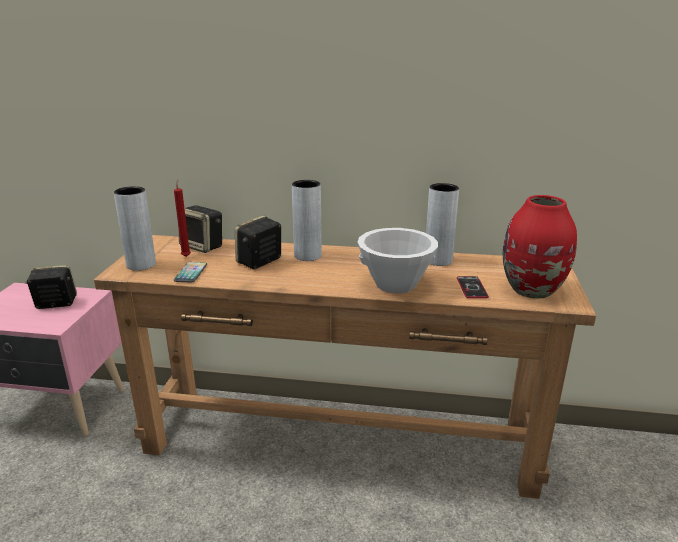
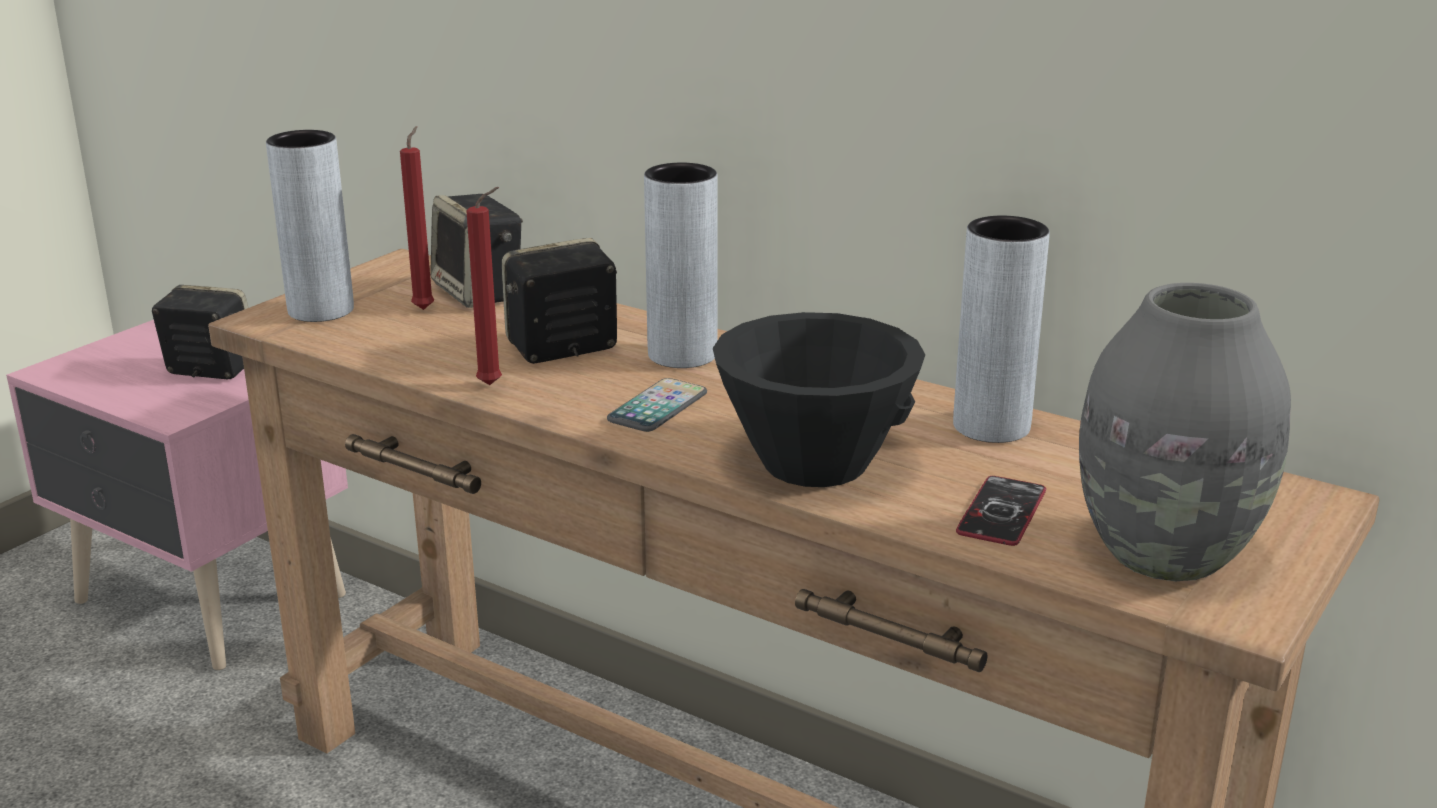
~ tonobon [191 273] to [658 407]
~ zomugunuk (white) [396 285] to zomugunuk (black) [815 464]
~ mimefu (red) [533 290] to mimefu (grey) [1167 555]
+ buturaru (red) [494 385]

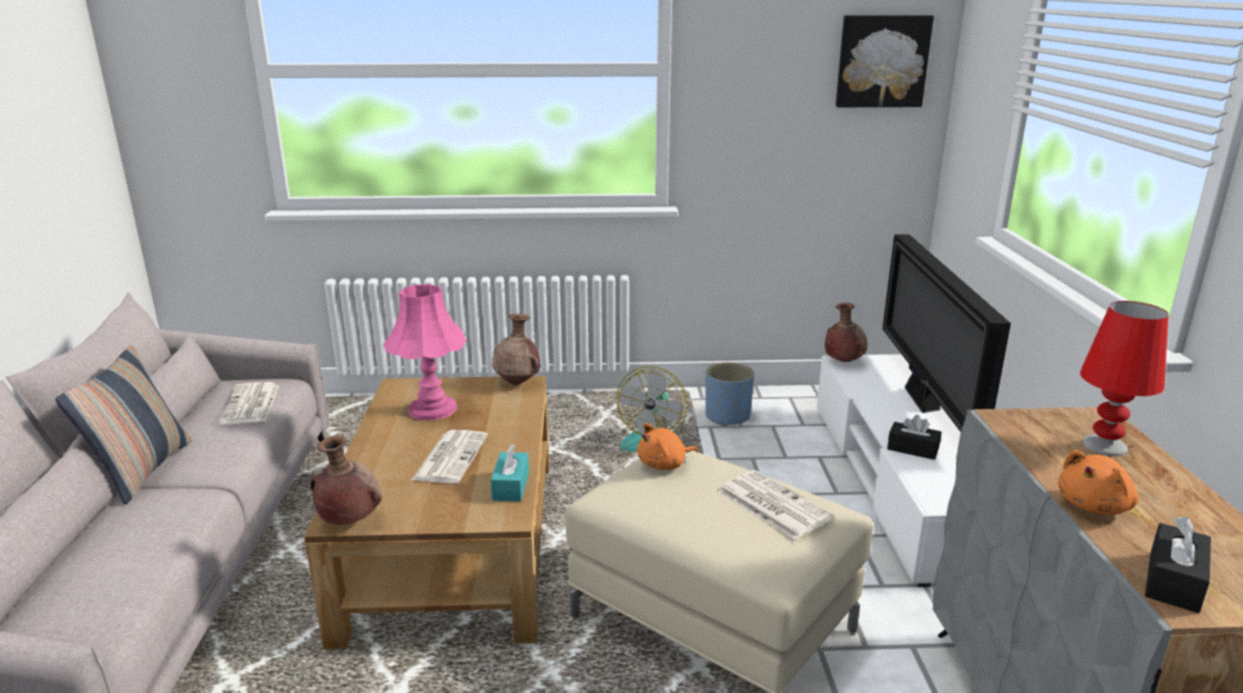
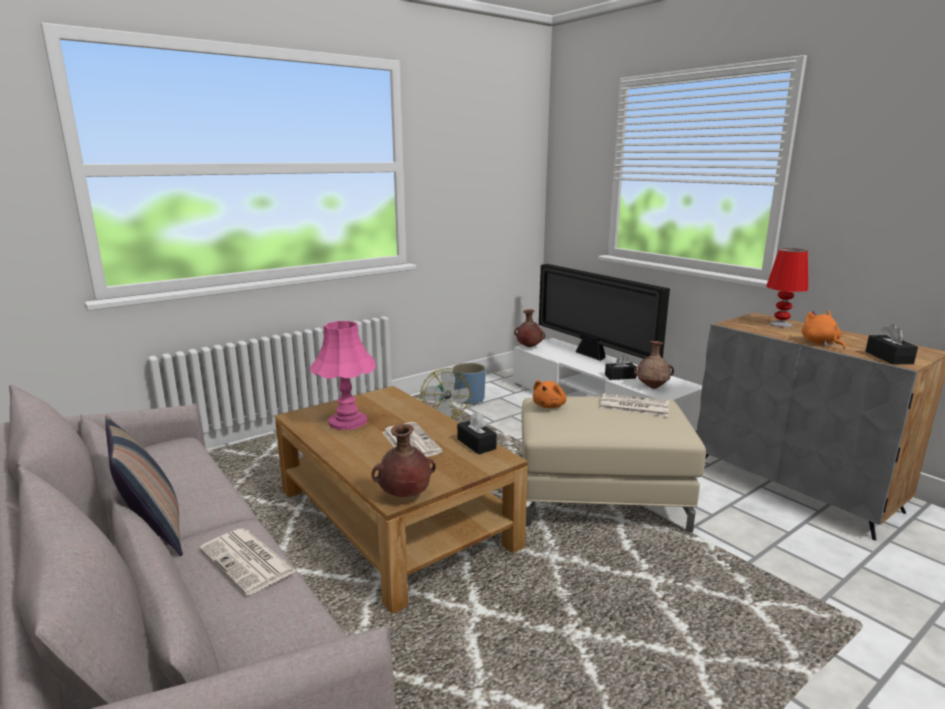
~ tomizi [251 405] to [248 561]
~ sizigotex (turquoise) [511 486] to sizigotex (black) [476 444]
~ mimefu (brown) [518 382] to [652 387]
- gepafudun [882 61]
~ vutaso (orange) [1094 506] = [820 343] 150 degrees clockwise

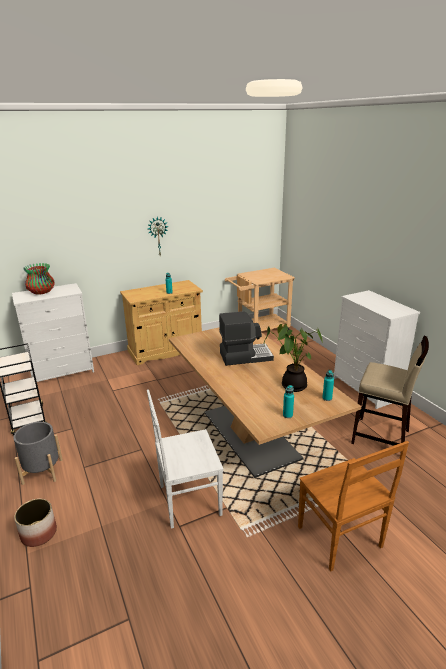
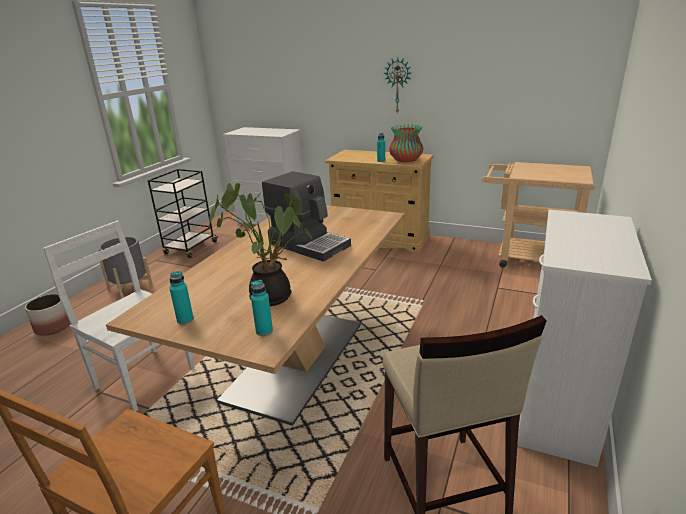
~ mimefu [42 292] to [406 160]

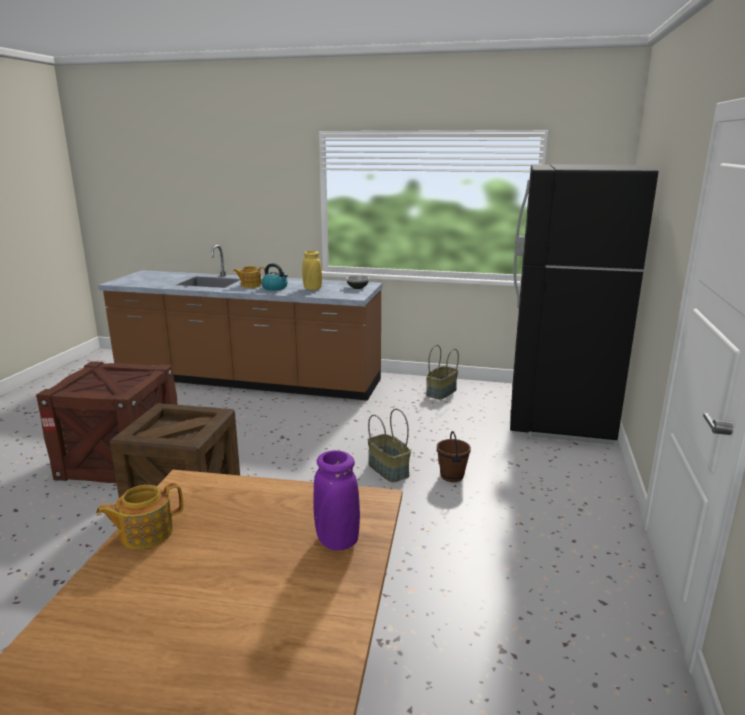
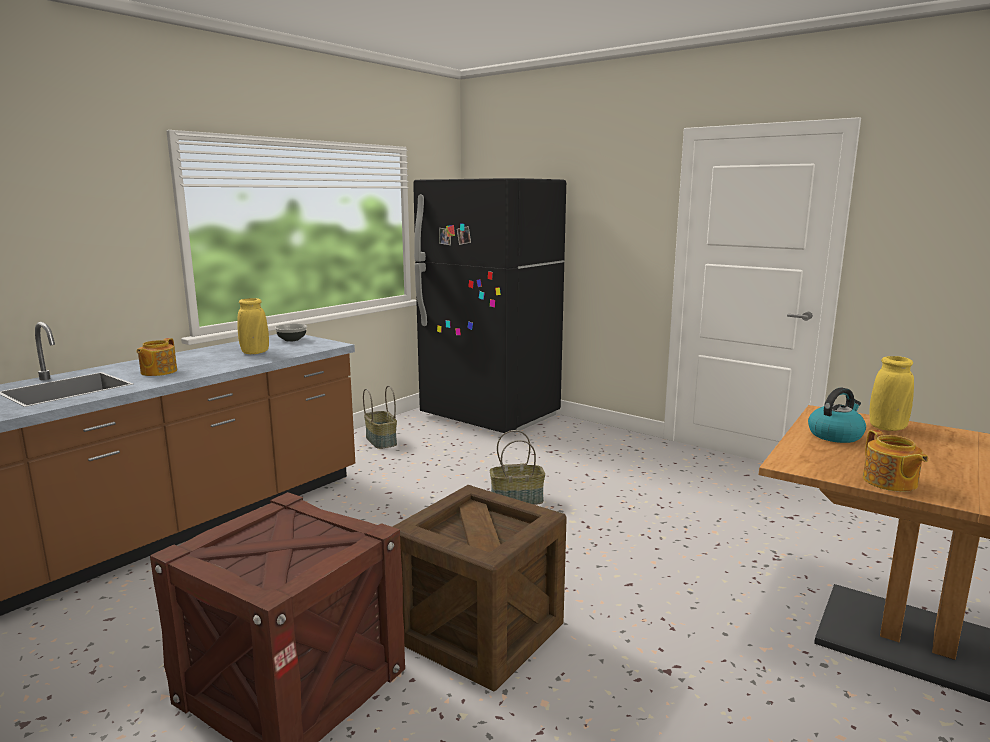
~ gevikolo [275 288] to [835 435]
~ mimefu (purple) [337 541] to mimefu (yellow) [887 428]
- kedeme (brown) [452 476]

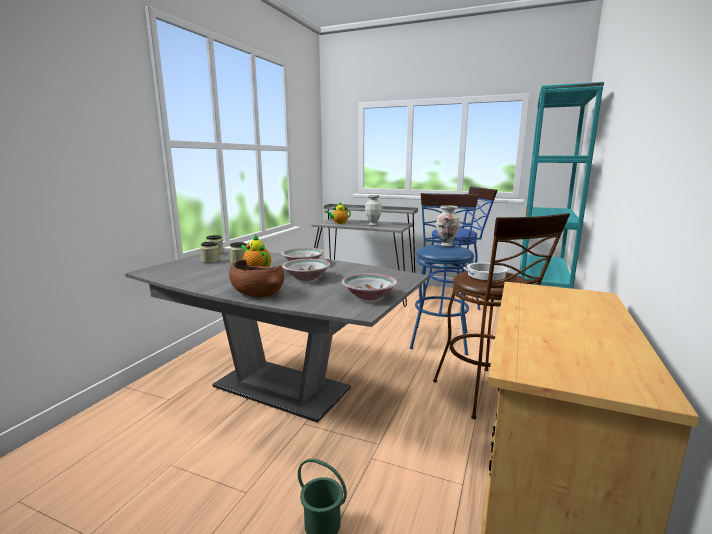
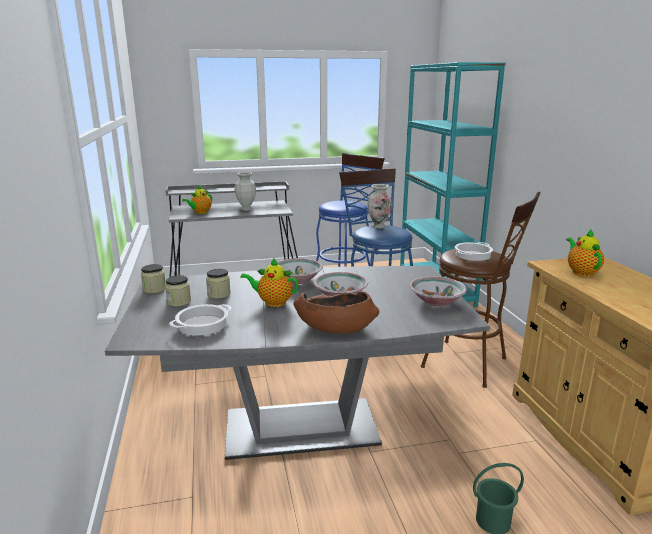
+ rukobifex [202 324]
+ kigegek [581 272]

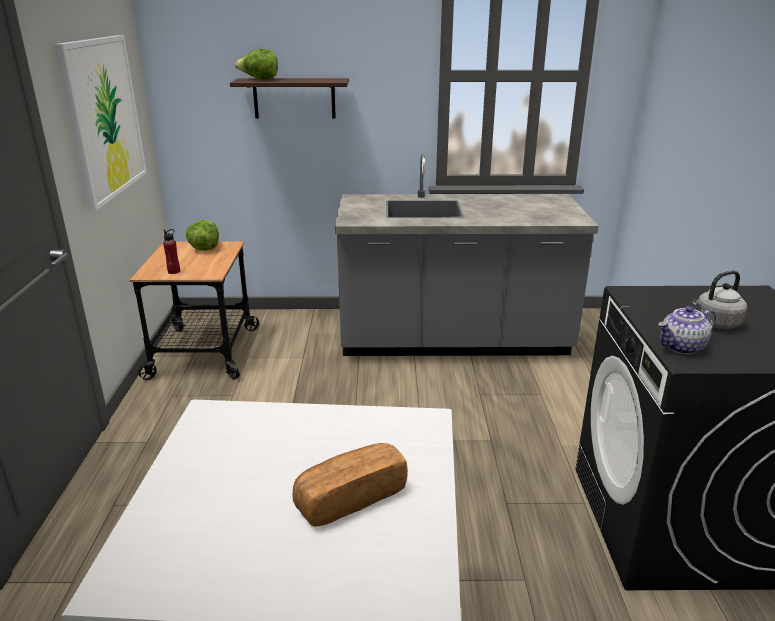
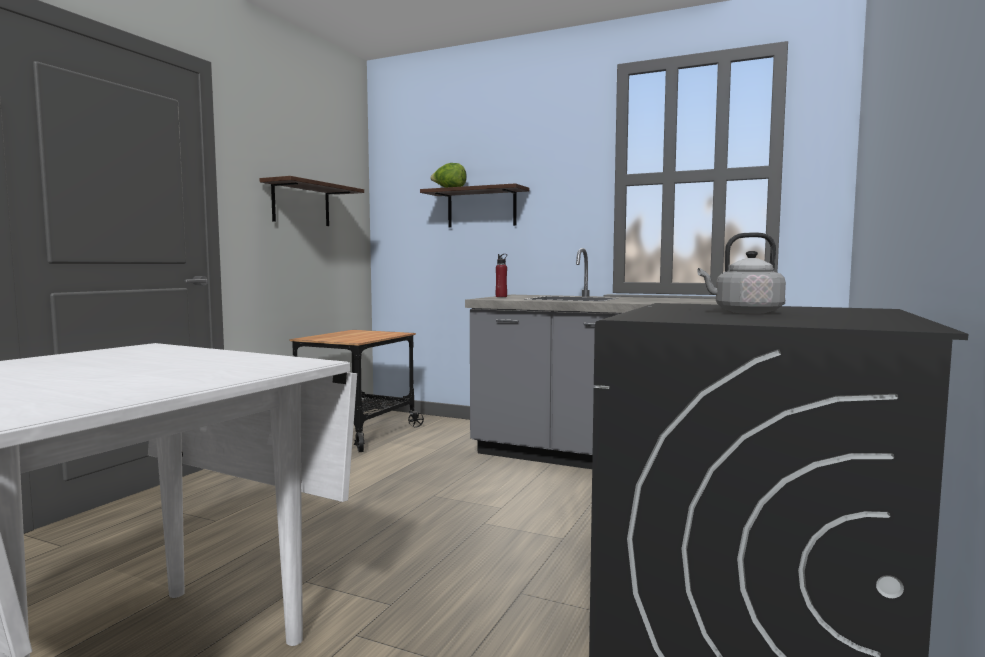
~ gepafudun [103 118] to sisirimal [301 204]
~ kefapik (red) [174 271] to [501 296]
- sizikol [204 249]
- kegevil [350 497]
- kigegek [682 347]

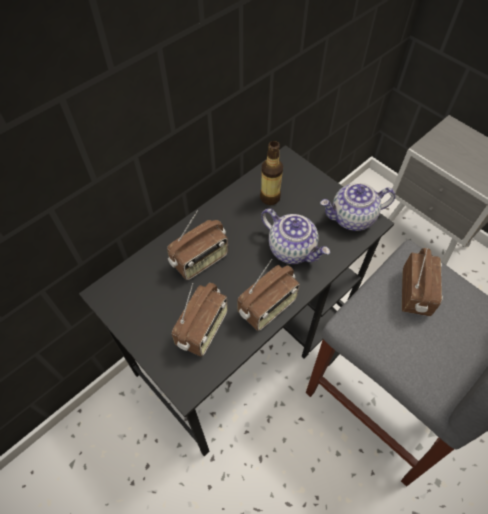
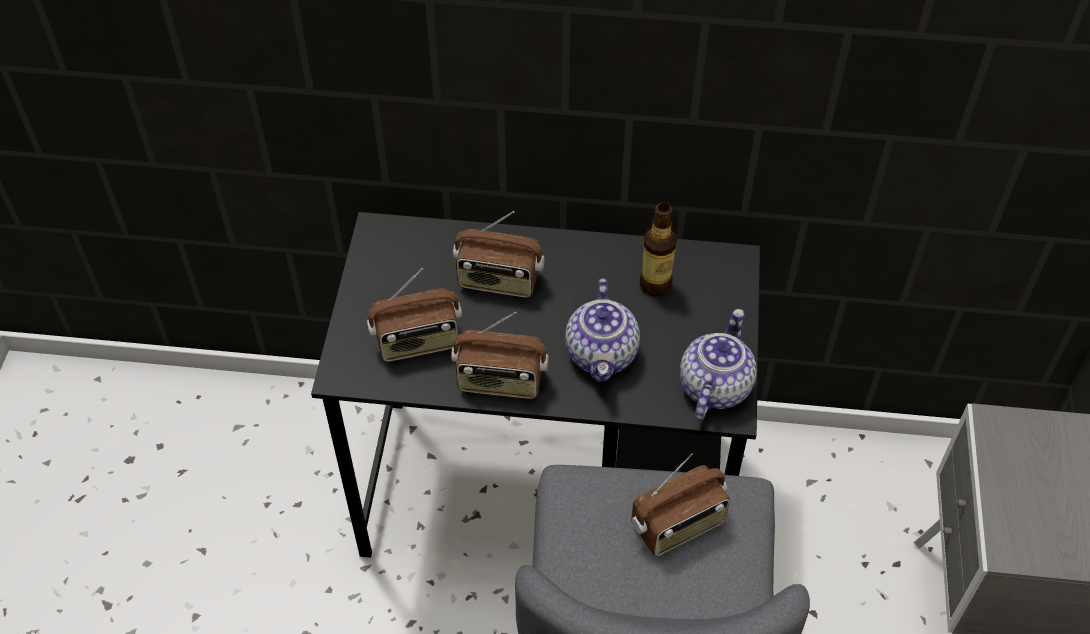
~ kigegek [352 218] = [714 386] 75 degrees clockwise

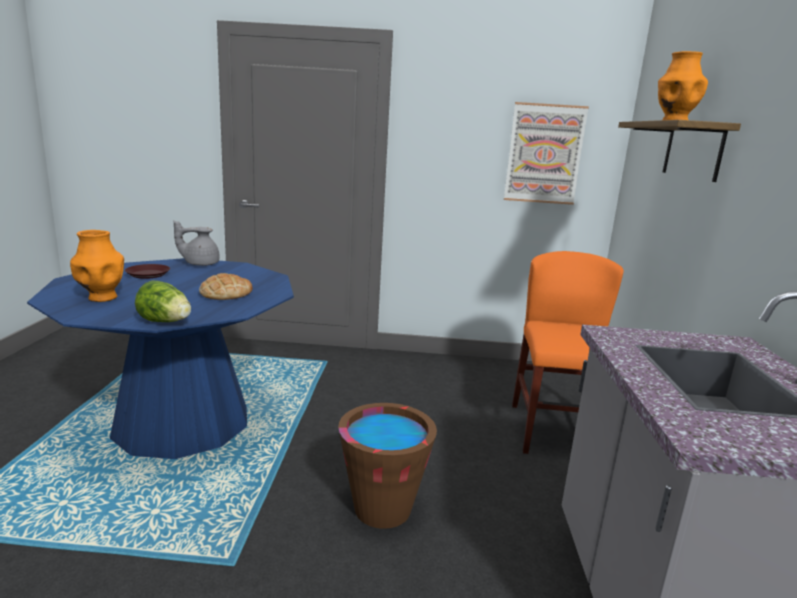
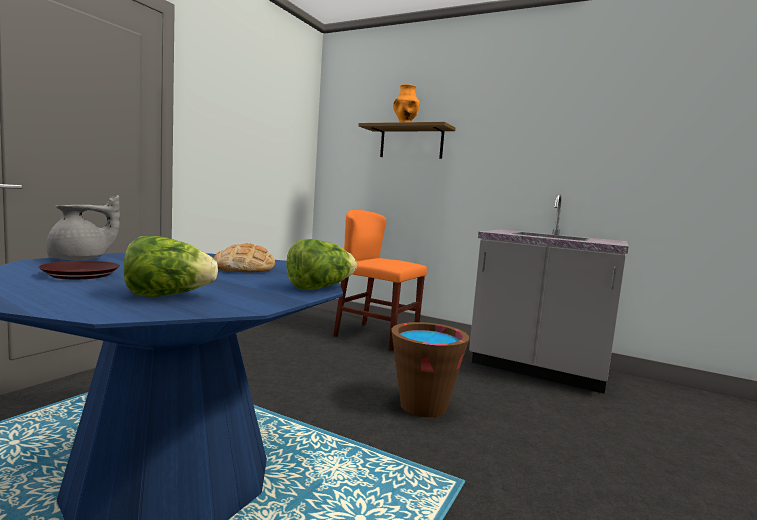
~ mimefu (orange) [102 298] to sizikol [168 296]
~ kigegek (grey) [200 263] = [80 259] 135 degrees counterclockwise
- gepafudun [544 154]

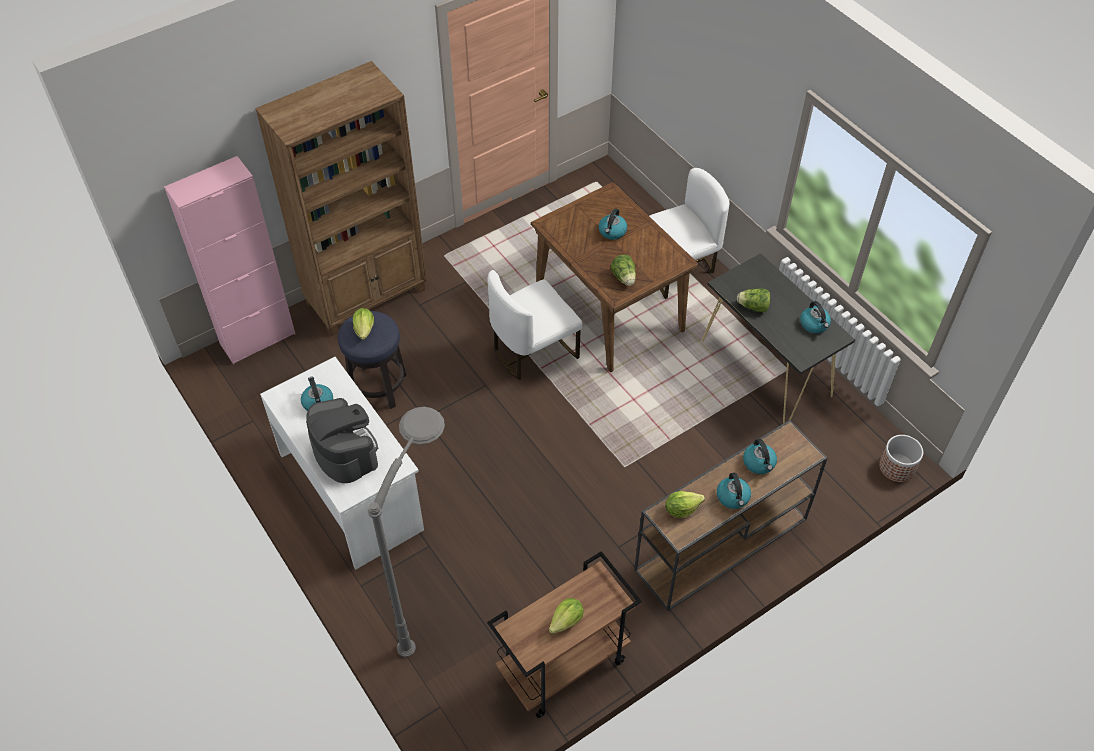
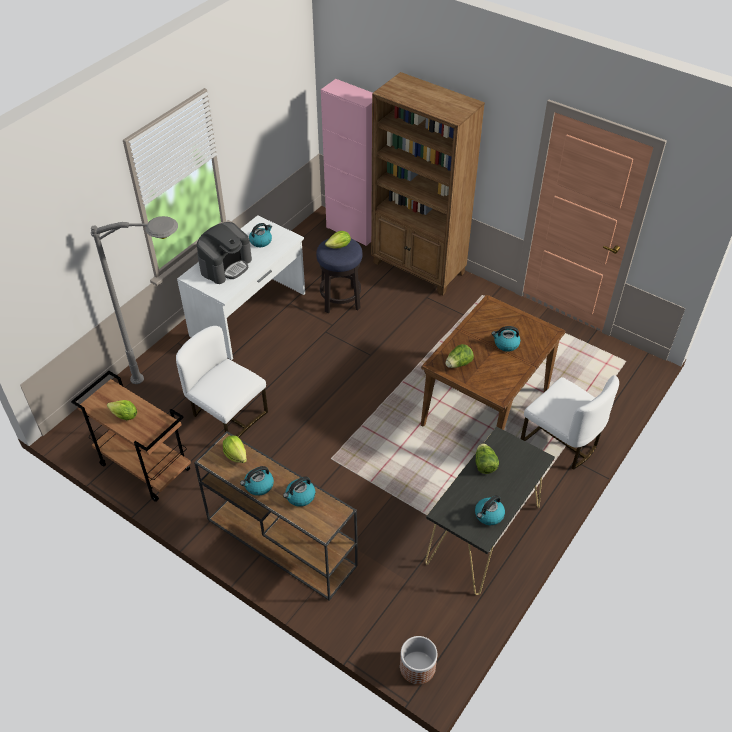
~ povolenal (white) [533 351] to [227 416]

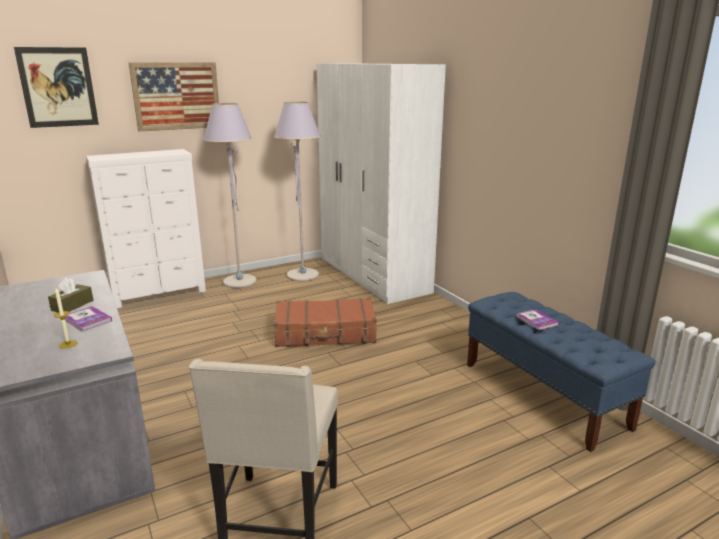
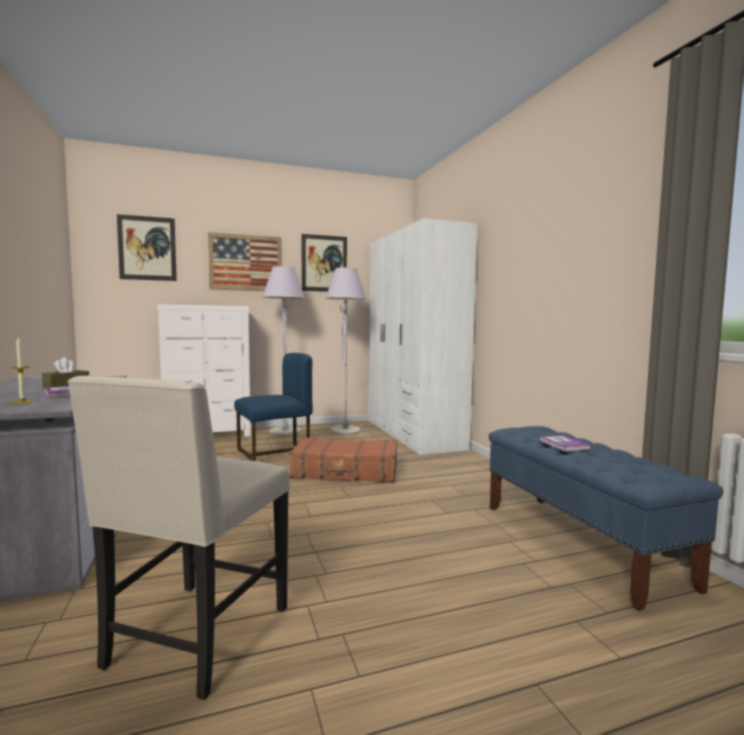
+ povolenal (blue) [275 453]
+ gepafudun [324 263]

